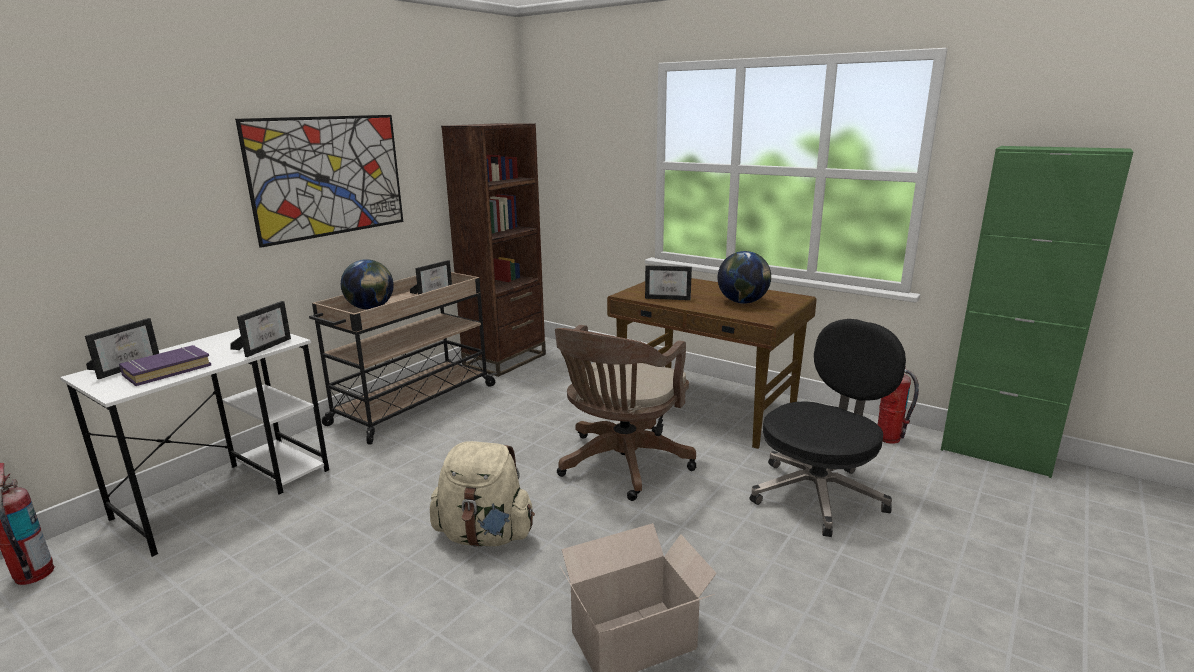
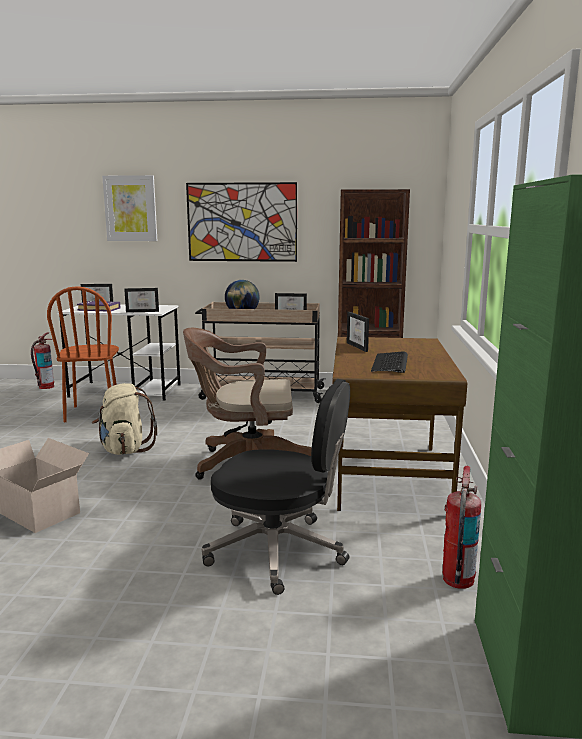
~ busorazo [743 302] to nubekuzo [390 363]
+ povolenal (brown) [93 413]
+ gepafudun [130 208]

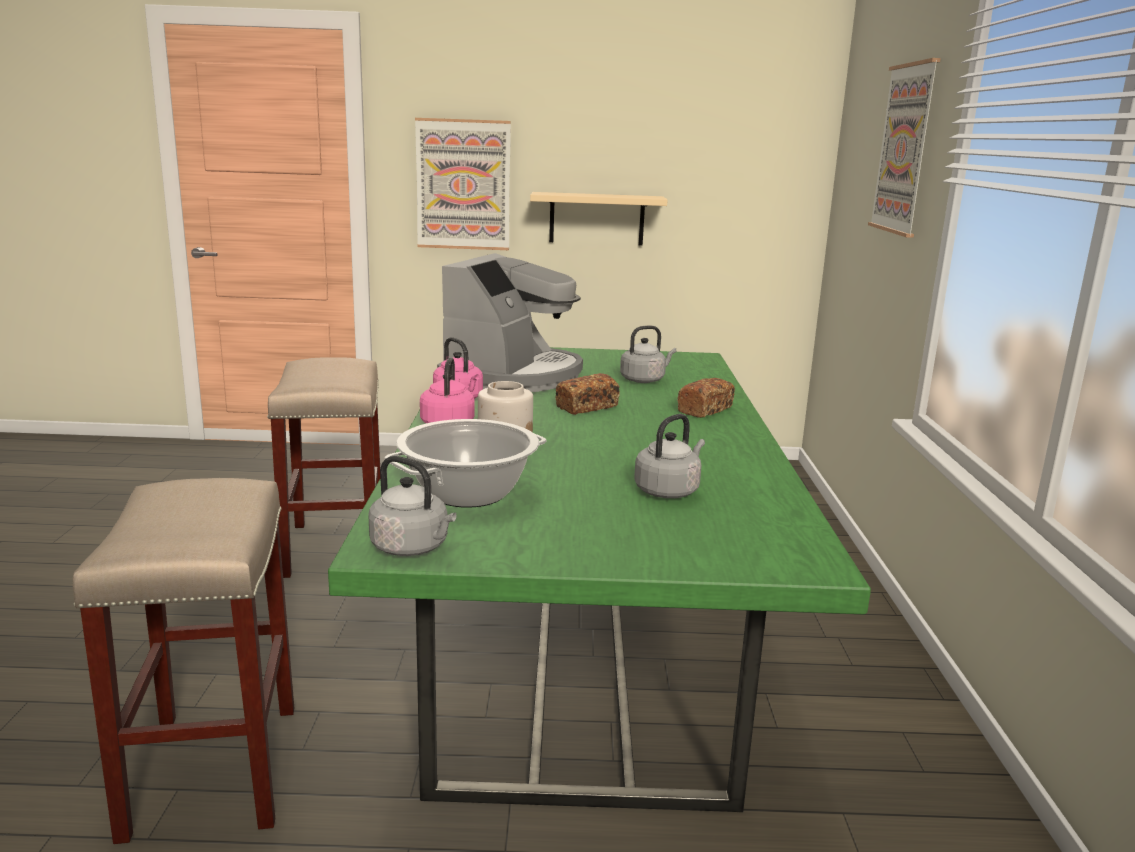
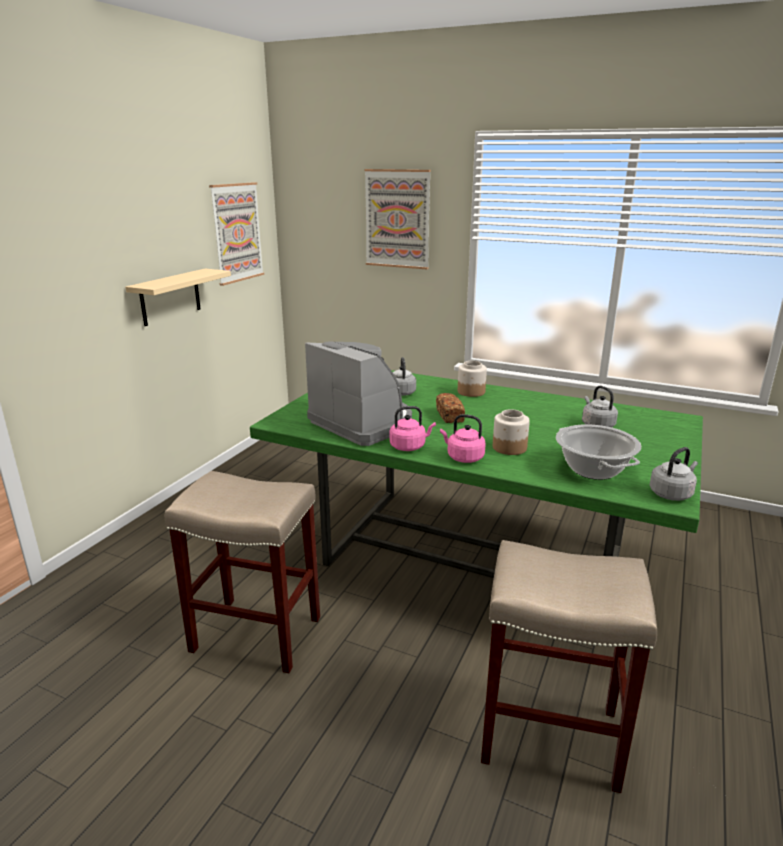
~ gepafudun [463 185] to [237 232]
~ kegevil [705 410] to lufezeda [470 392]

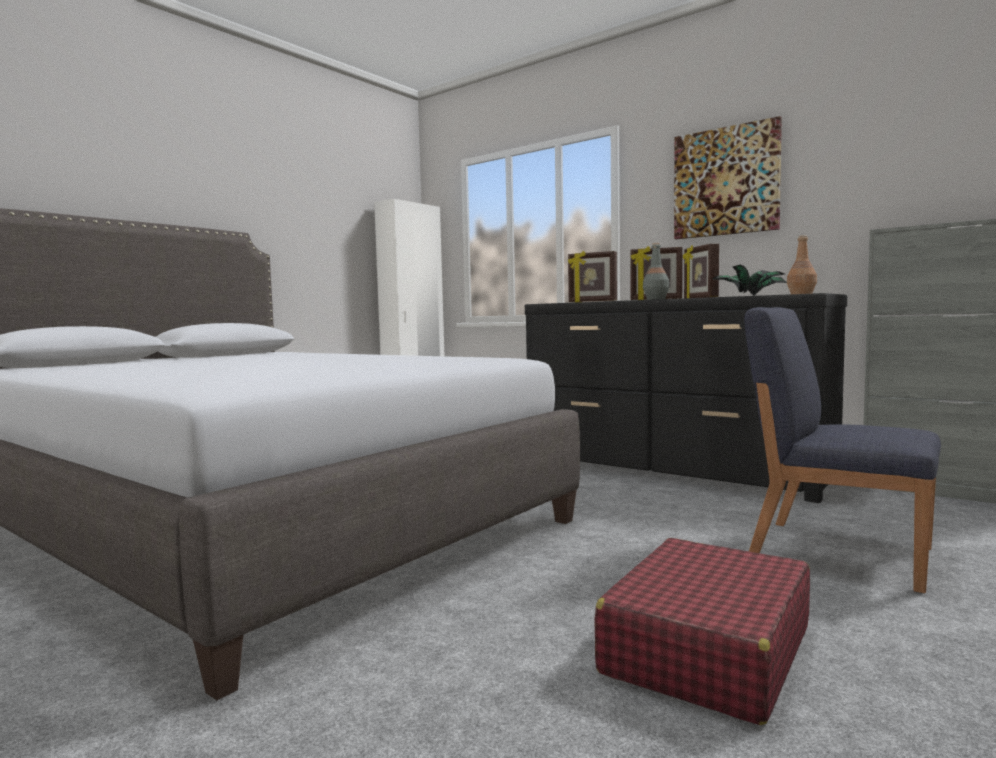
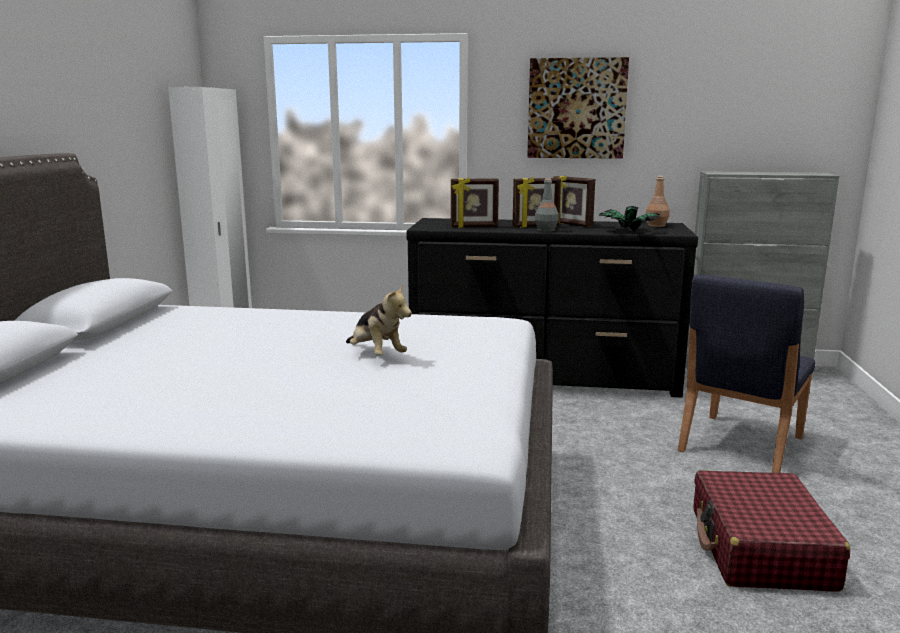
~ povolenal (blue) [837 552] = [739 444] 60 degrees counterclockwise
+ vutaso [376 355]

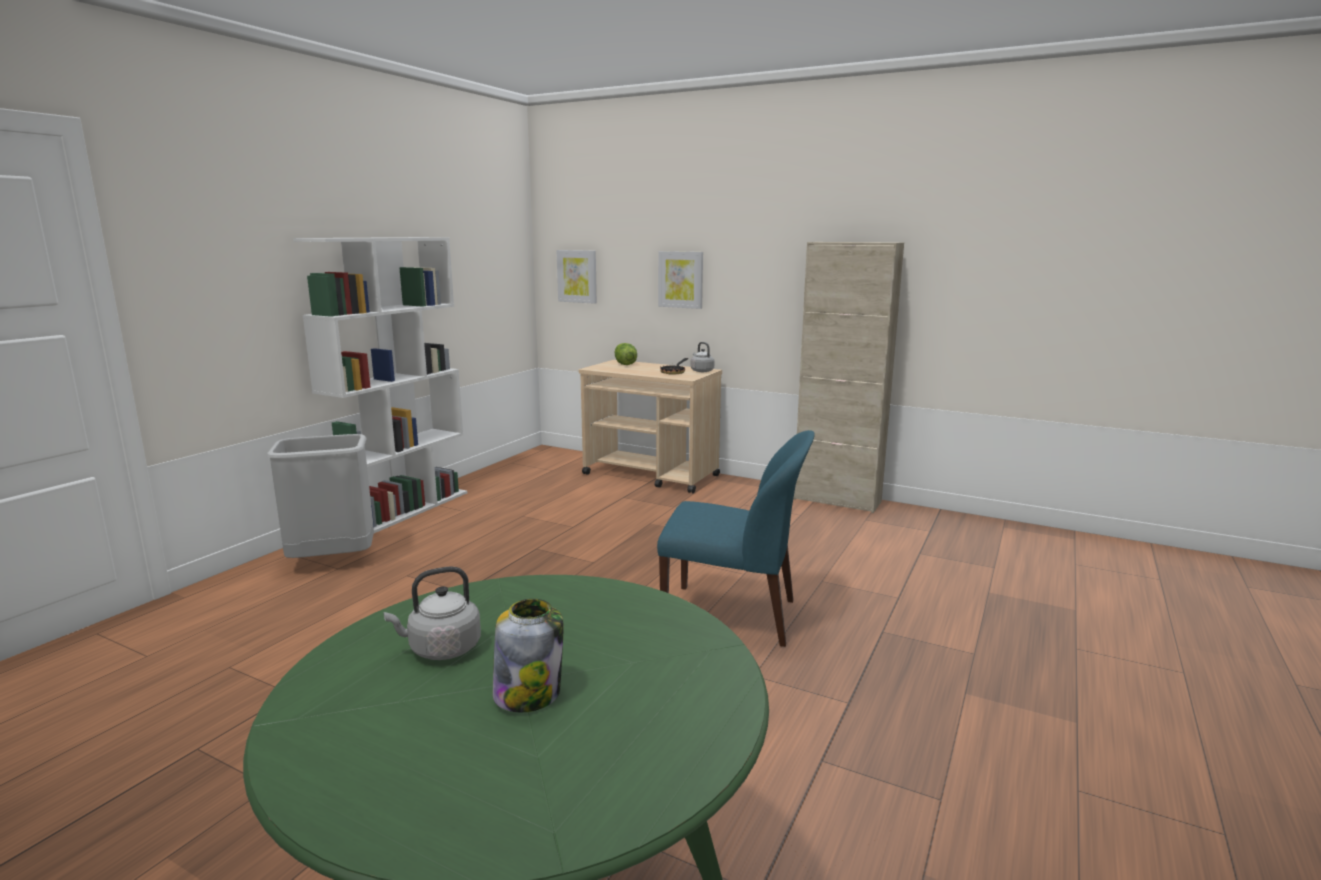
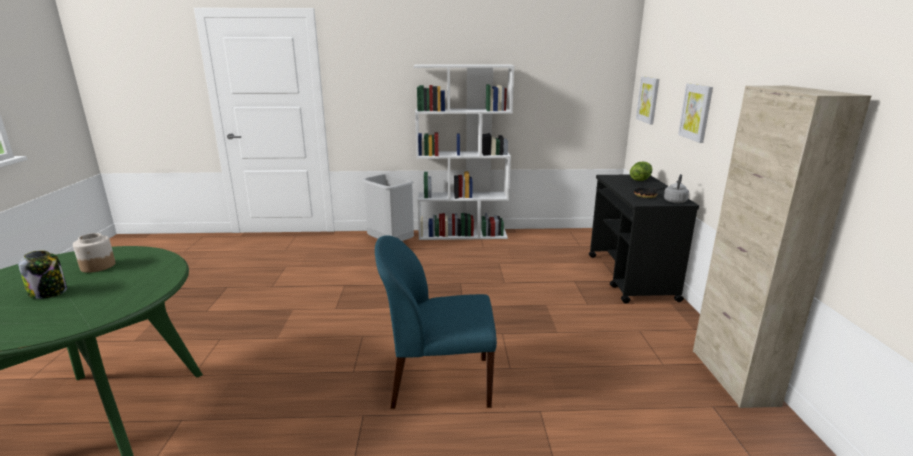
~ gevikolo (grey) [441 649] to lufezeda [97 266]
~ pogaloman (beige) [651 475] to pogaloman (black) [631 277]
~ povolenal (blue) [733 616] = [438 382] 105 degrees clockwise

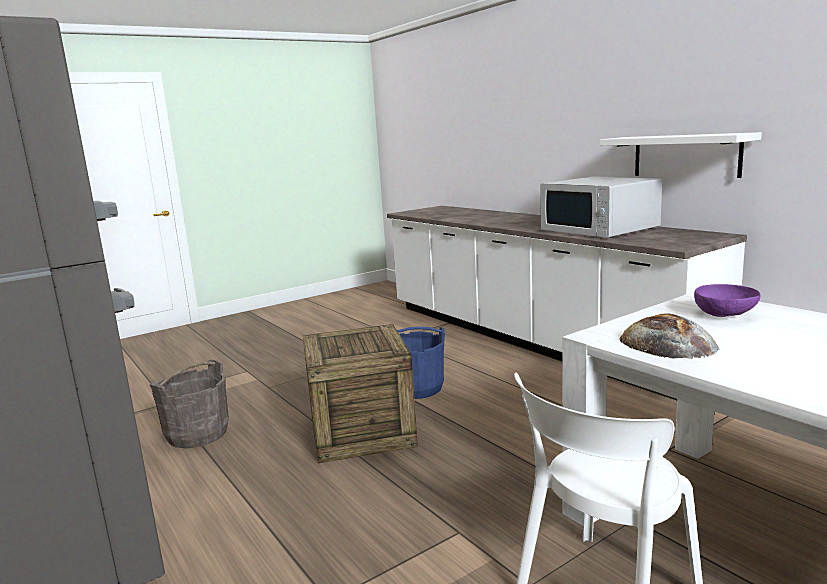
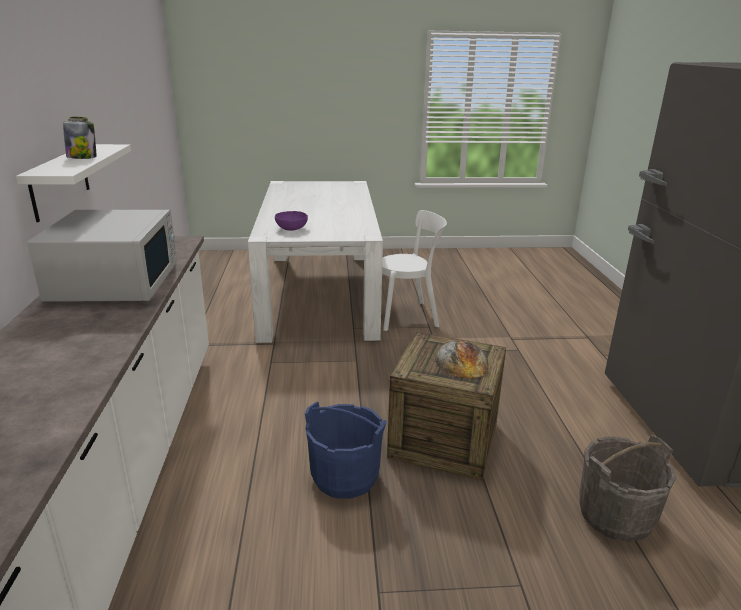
~ kegevil [667 343] to [461 361]
+ lufezeda [82 157]

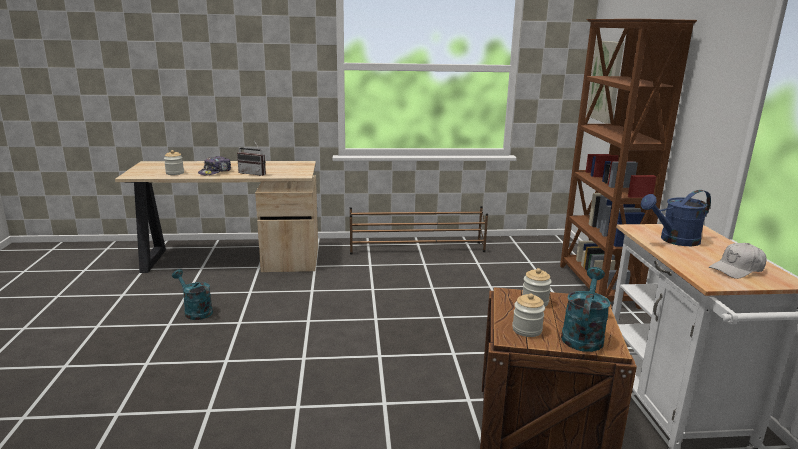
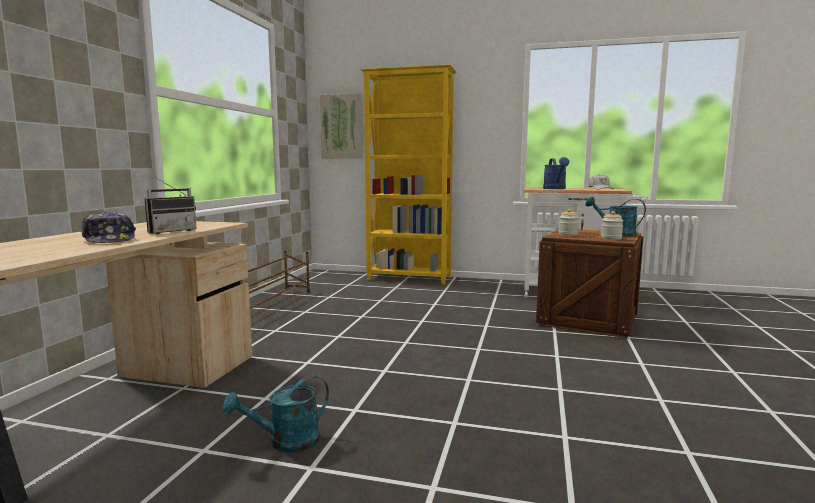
- lufezeda [175 173]
~ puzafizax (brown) [596 286] to puzafizax (yellow) [409 279]

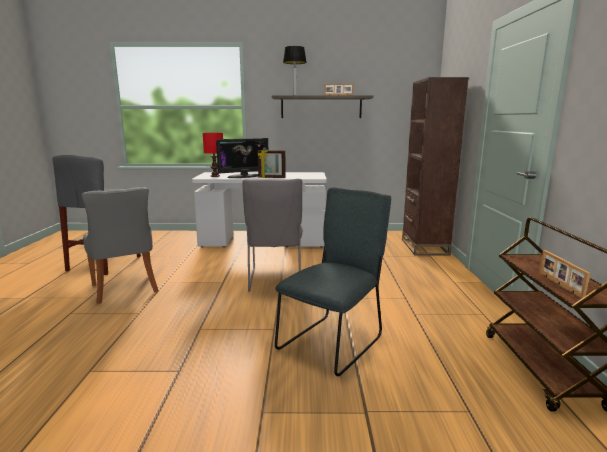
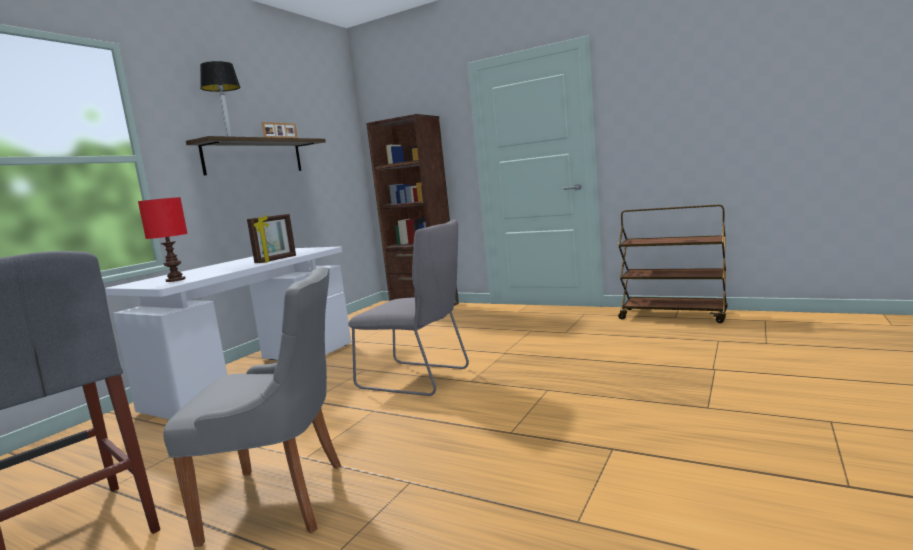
- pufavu [244 176]
- povolenal (grey) [333 341]
- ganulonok [559 285]

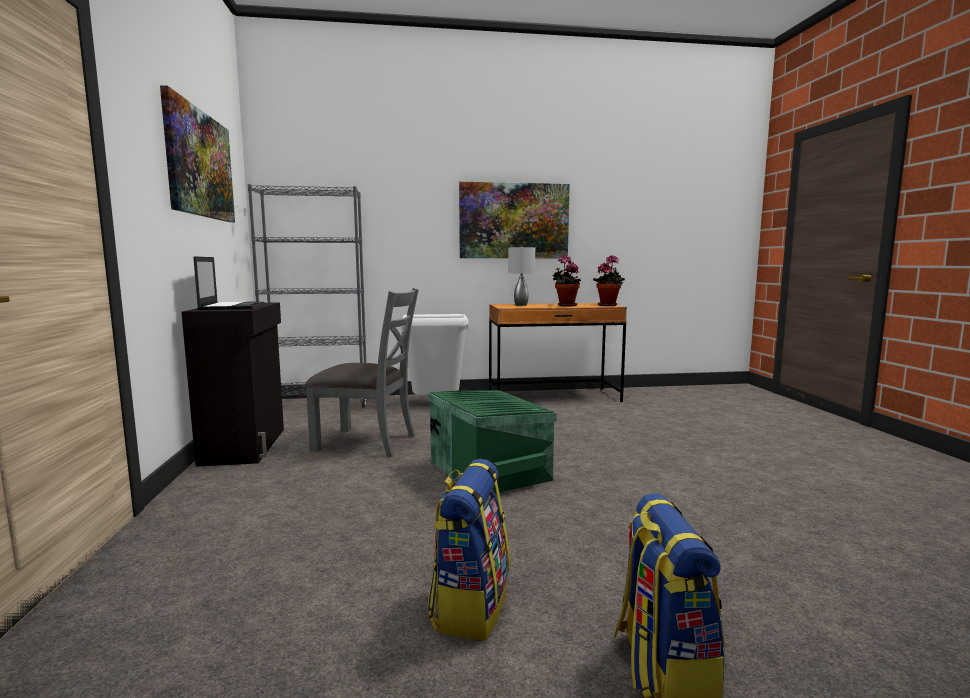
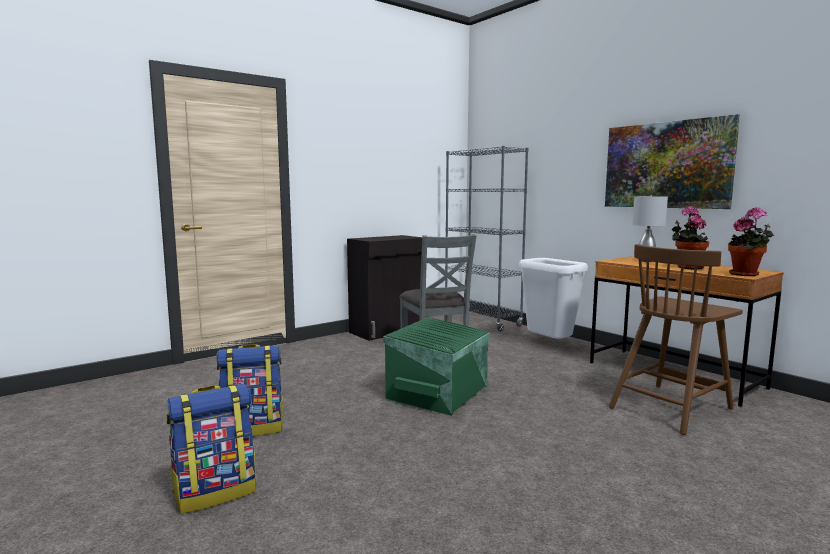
- gepafudun [200 164]
- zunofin [232 307]
+ povolenal (brown) [671 407]

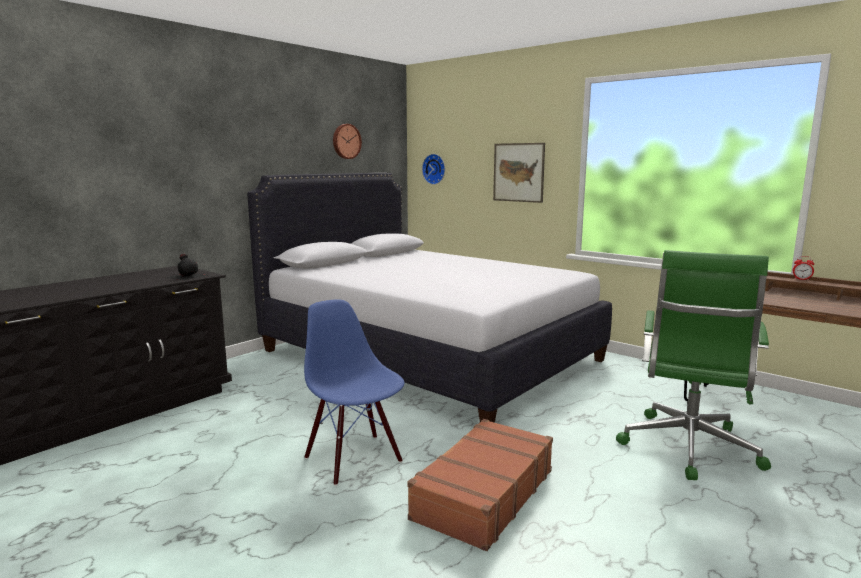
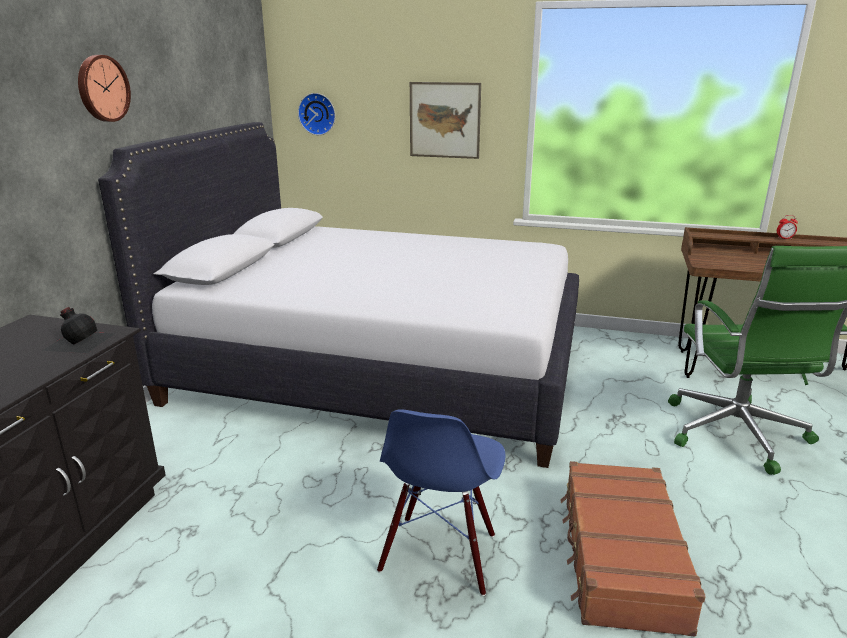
~ povolenal (blue) [354 459] = [439 554] 105 degrees counterclockwise
~ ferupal [346 141] to [102 88]

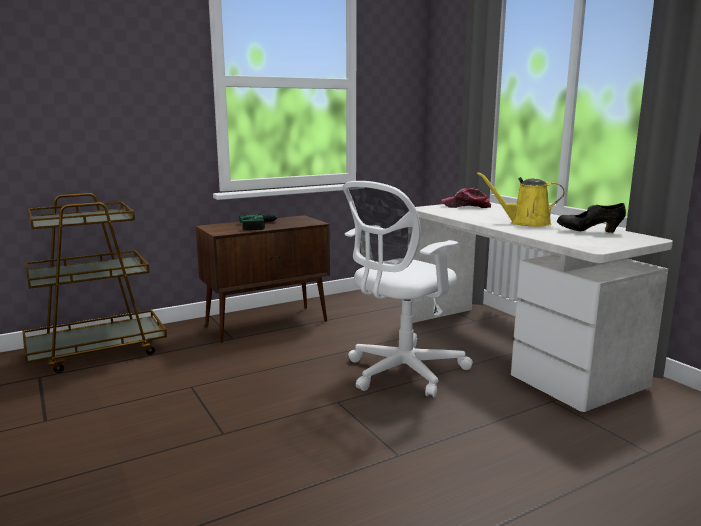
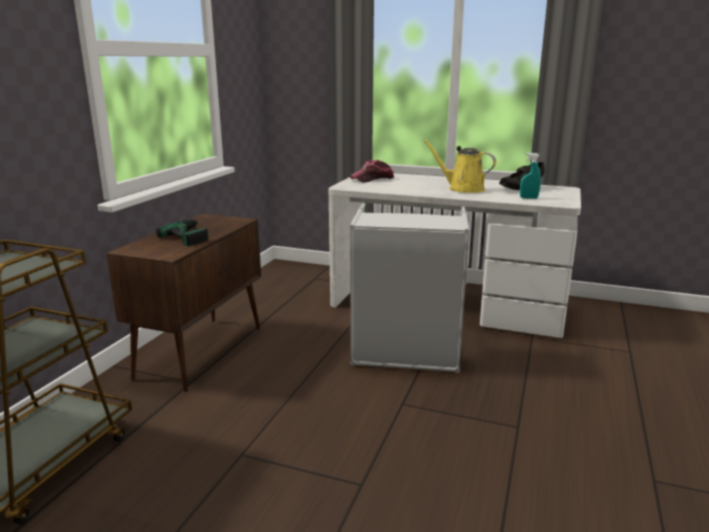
~ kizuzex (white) [401 373] to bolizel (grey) [405 355]
~ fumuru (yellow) [525 223] = [462 189] 60 degrees clockwise
+ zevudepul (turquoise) [528 198]

